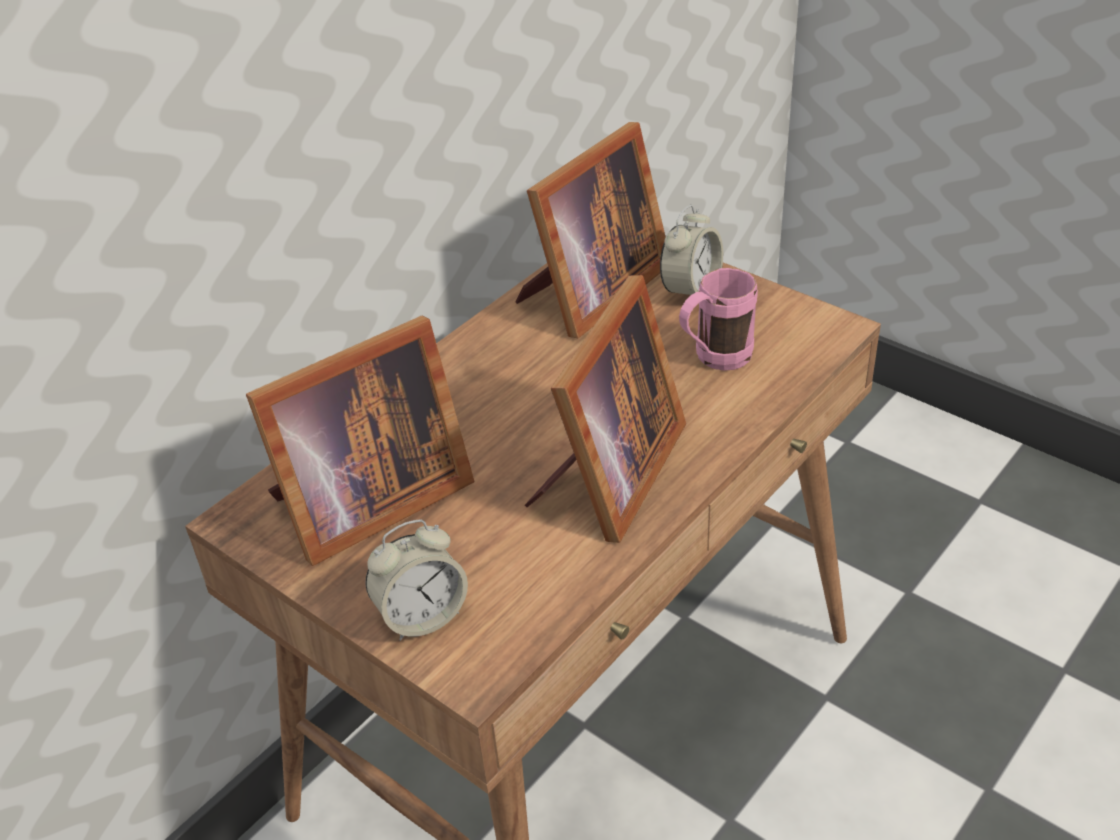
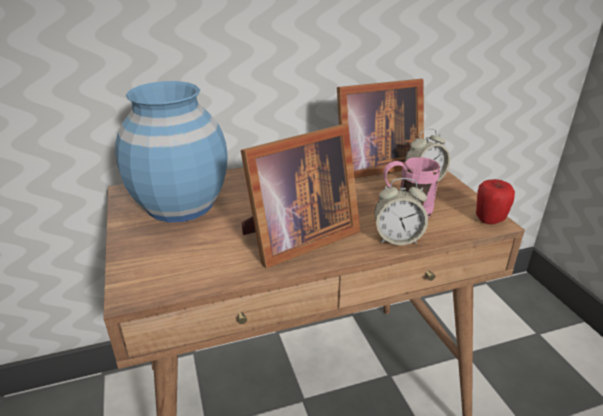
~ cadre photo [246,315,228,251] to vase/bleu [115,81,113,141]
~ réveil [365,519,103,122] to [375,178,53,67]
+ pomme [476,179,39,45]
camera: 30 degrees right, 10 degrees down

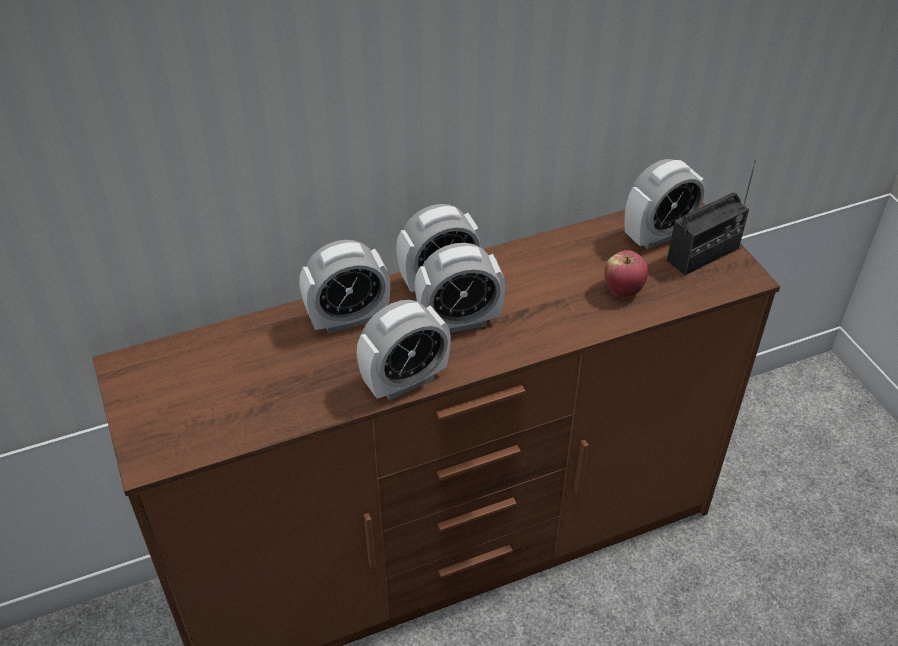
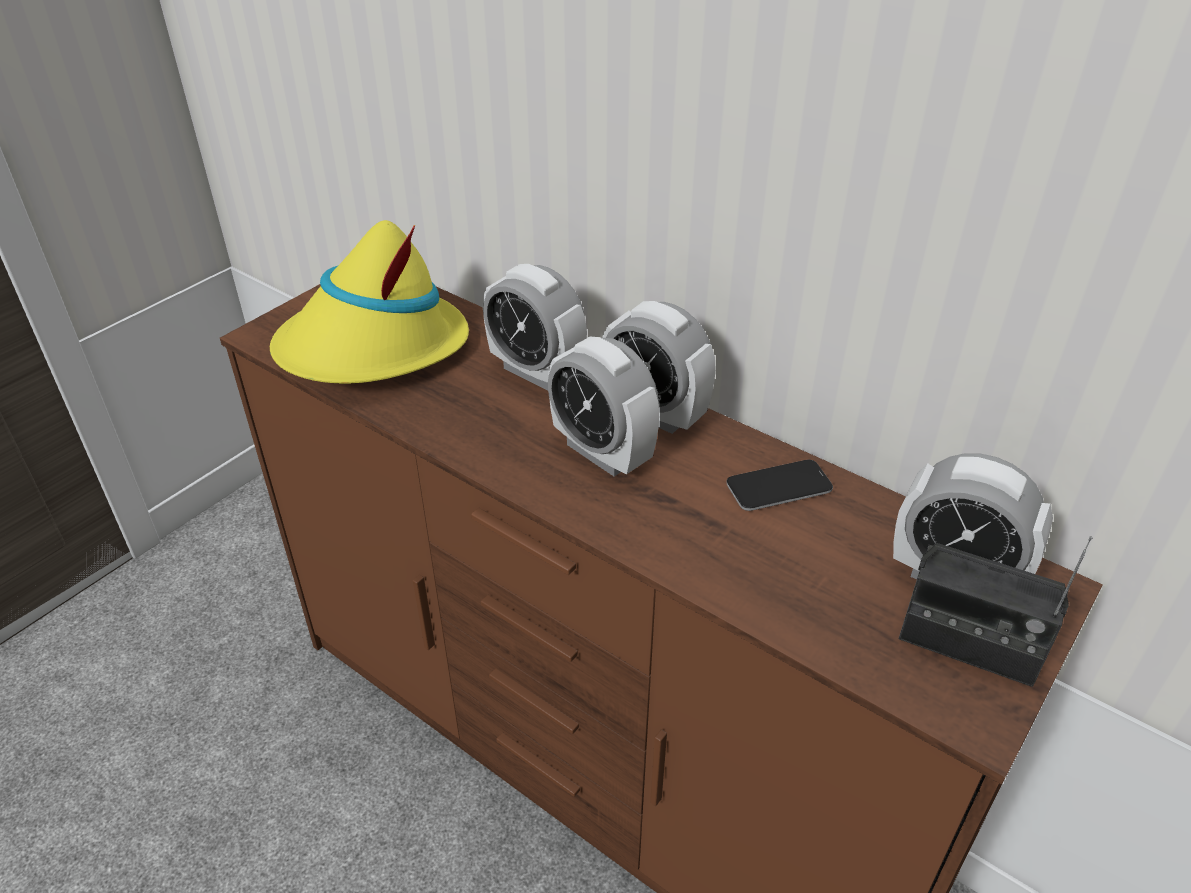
- pomme [604,250,44,48]
- réveil [357,300,94,100]
+ chapeau/jaune [270,220,199,163]
+ téléphone [726,460,107,51]
camera: 60 degrees right, 5 degrees down

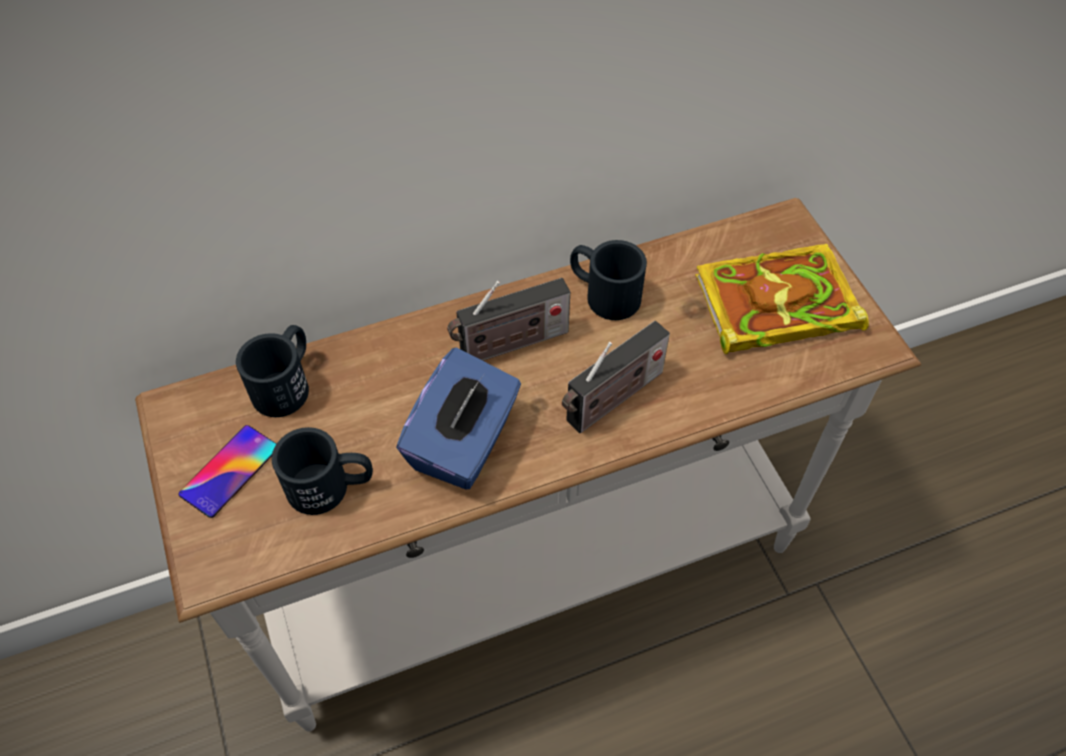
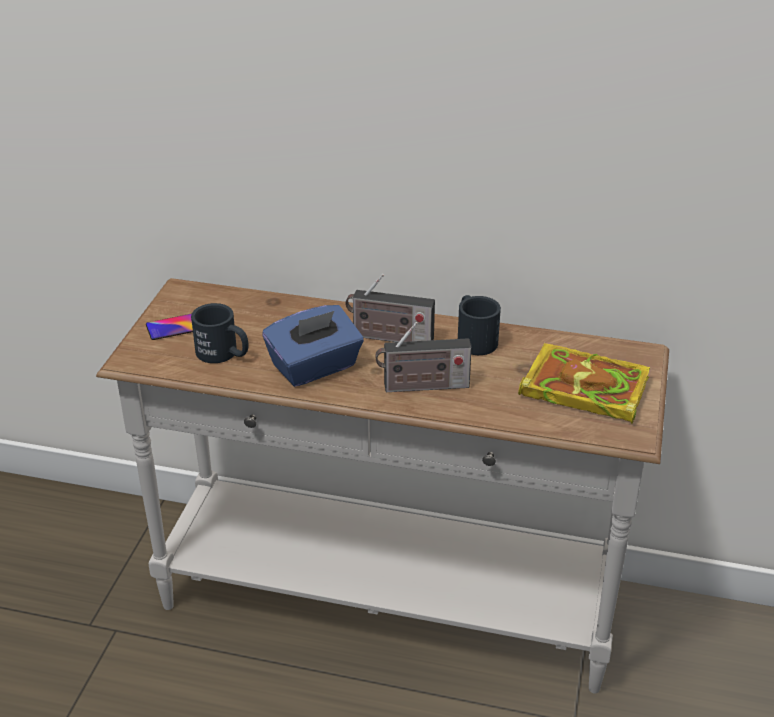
- mug/noir [236,325,73,92]
camera: 35 degrees right, 20 degrees down

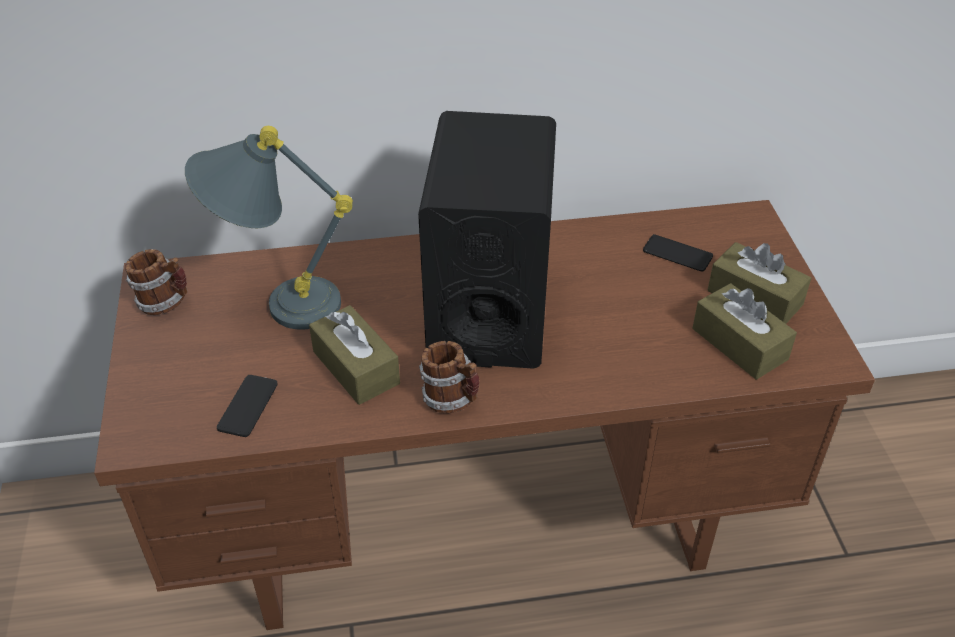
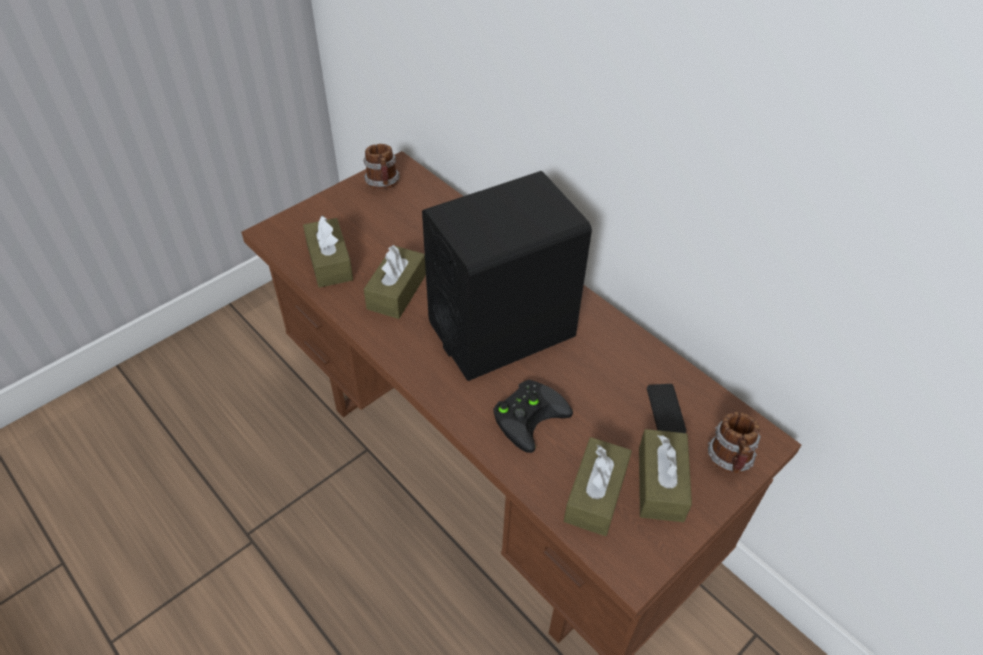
- lampe de table/gris [185,126,168,204]
~ mug [419,341,60,72] to [708,412,53,61]
~ téléphone [217,375,61,62] to boîte à mouchoirs/marron [303,216,50,72]
+ manette/noir [493,380,80,73]
camera: 55 degrees right, 5 degrees up

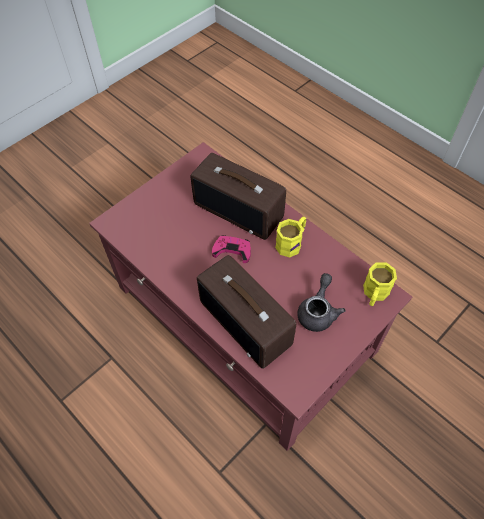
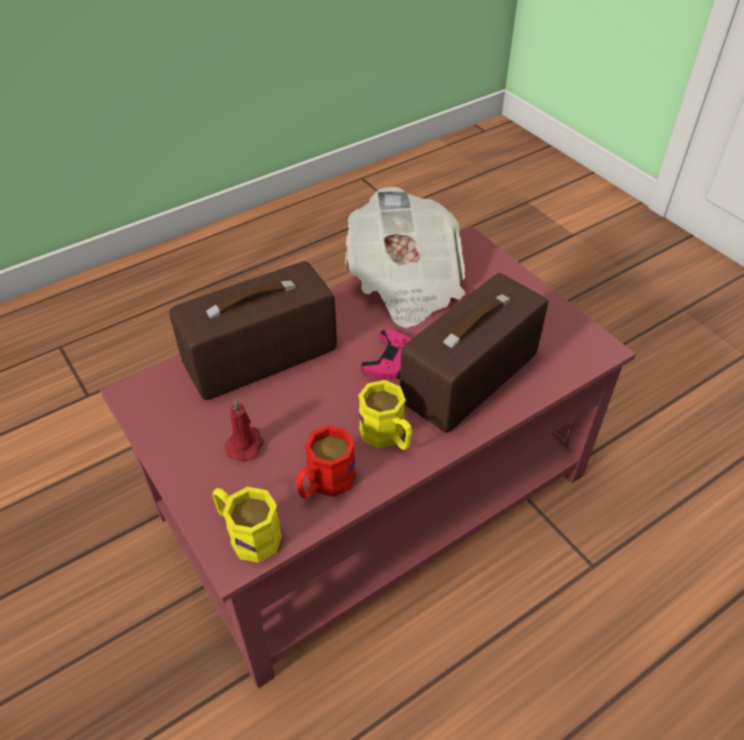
~ théière/gris [297,273,49,59] to bougie/rouge [224,400,40,62]
+ journal [344,187,121,141]
+ mug/rouge [296,425,60,74]
camera: 100 degrees right, 10 degrees down

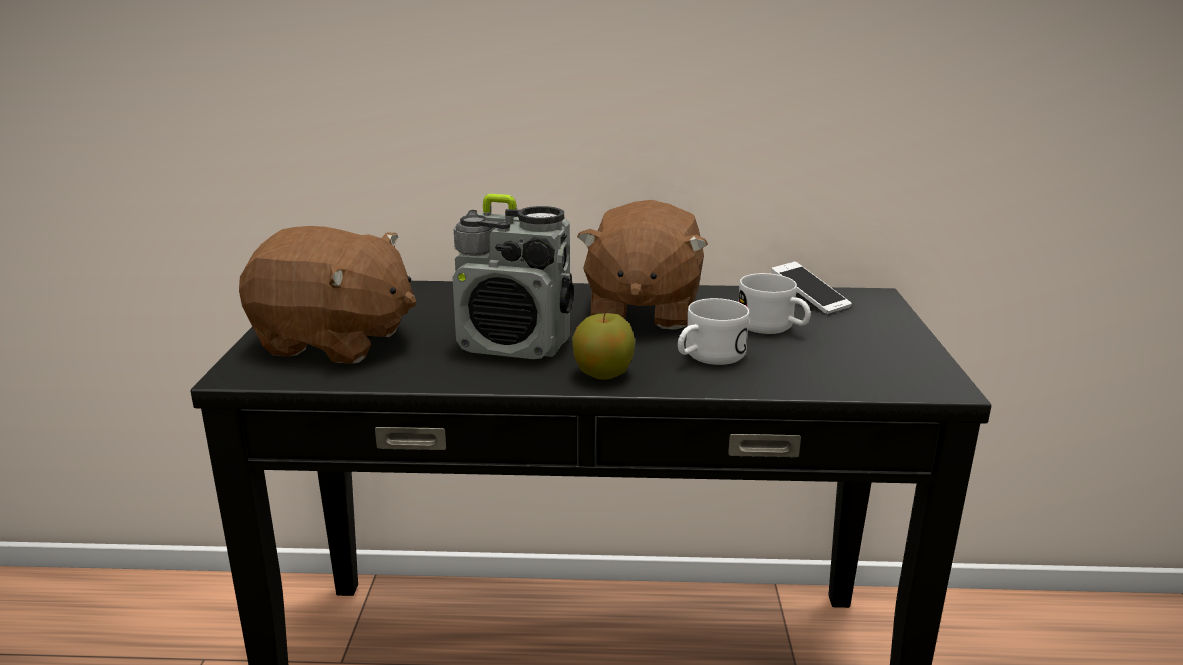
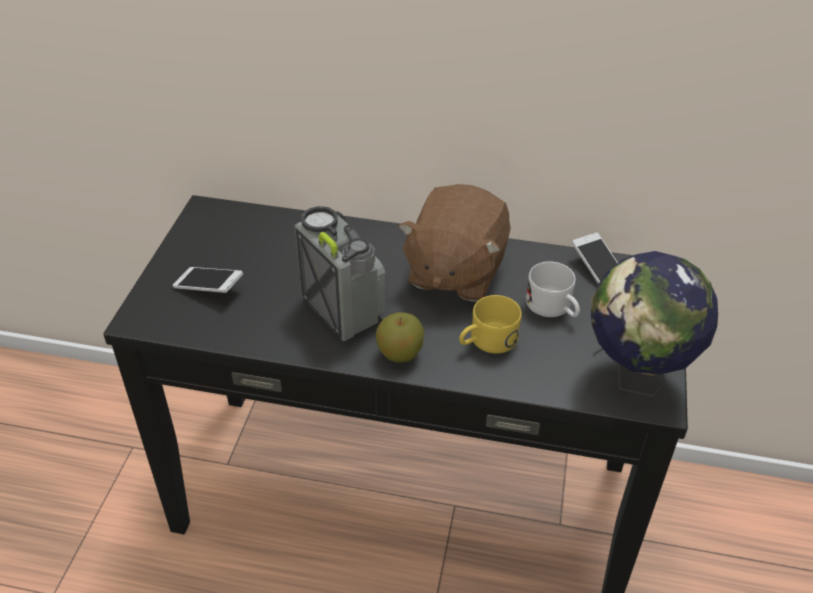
~ radio [452,194,122,165] = [295,206,91,135] 150 degrees counterclockwise
~ peluche/marron [239,226,177,138] to téléphone [173,267,70,26]
~ mug/blanc [678,298,71,67] to mug/jaune [459,295,63,59]
+ globe [591,251,127,146]
camera: 10 degrees right, 20 degrees up

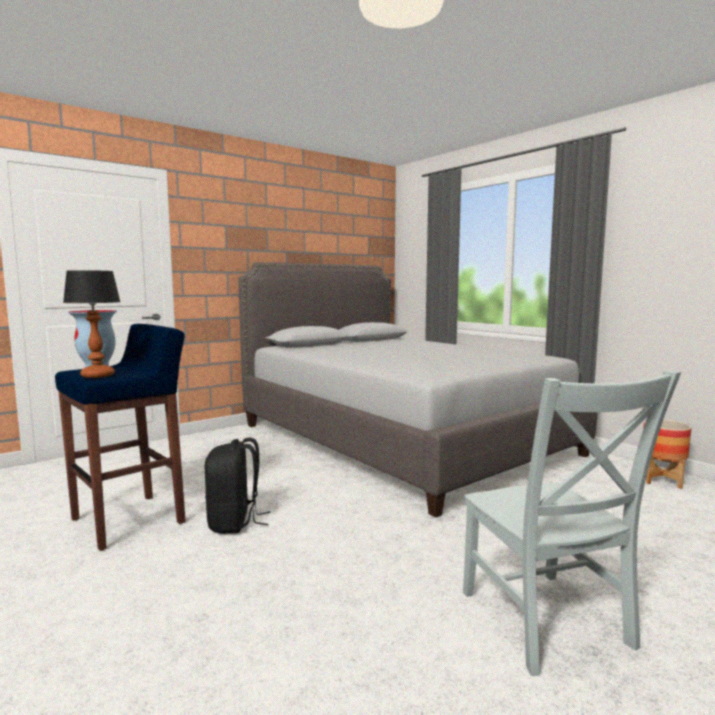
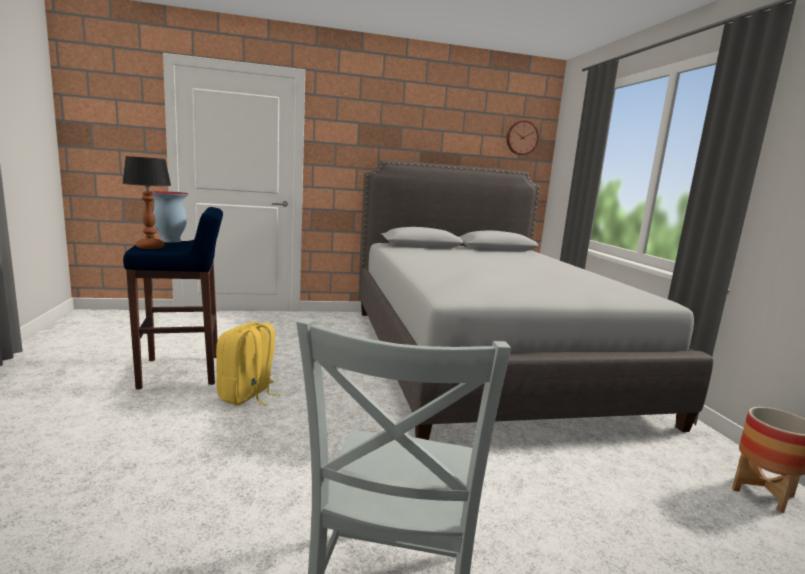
~ sac à dos/noir [205,437,66,97] to sac à dos/jaune [216,322,66,84]
+ horloge murale [506,120,33,35]
camera: 25 degrees right, 5 degrees up

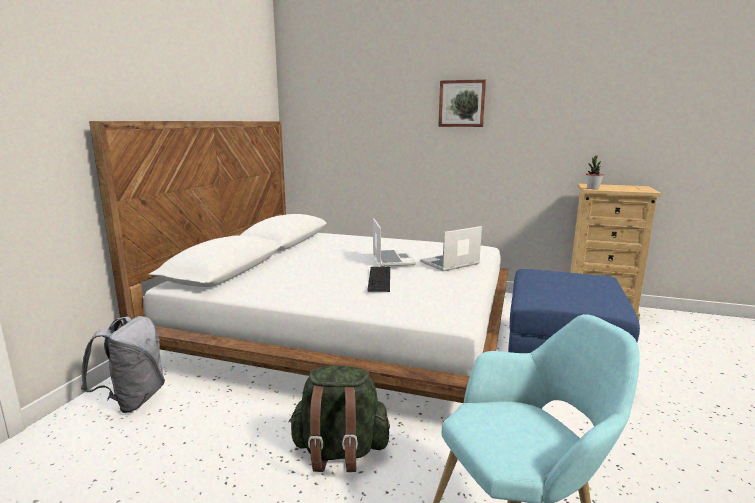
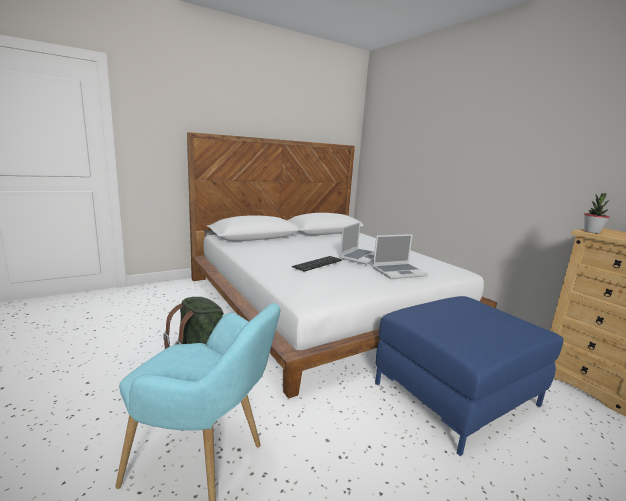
- tableau [438,79,48,48]
~ ordinateur portable [420,226,62,45] = [373,234,55,45] 150 degrees clockwise
- sac à dos/gris [81,316,84,97]
camera: 40 degrees right, 0 degrees up

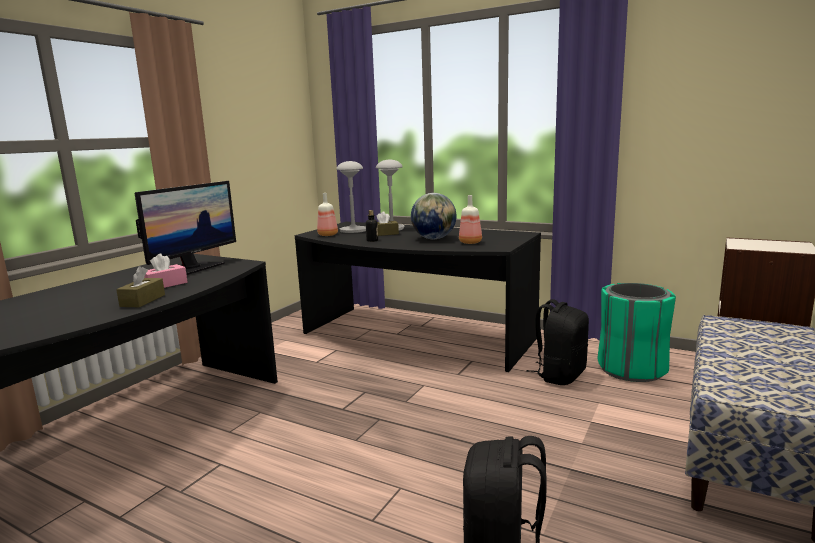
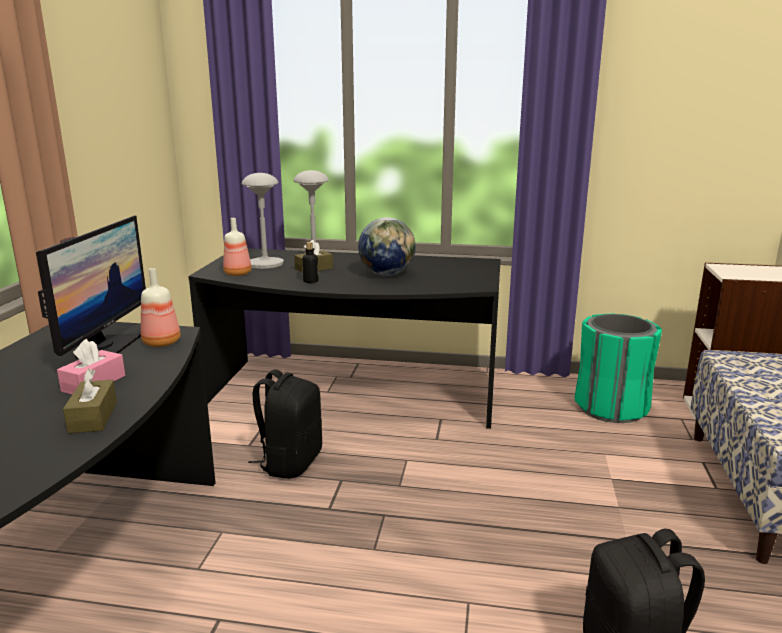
~ bouteille [459,195,23,49] to [141,268,40,79]
~ sac à dos/noir [526,299,63,86] to [248,370,74,109]
camera: 20 degrees left, 5 degrees up

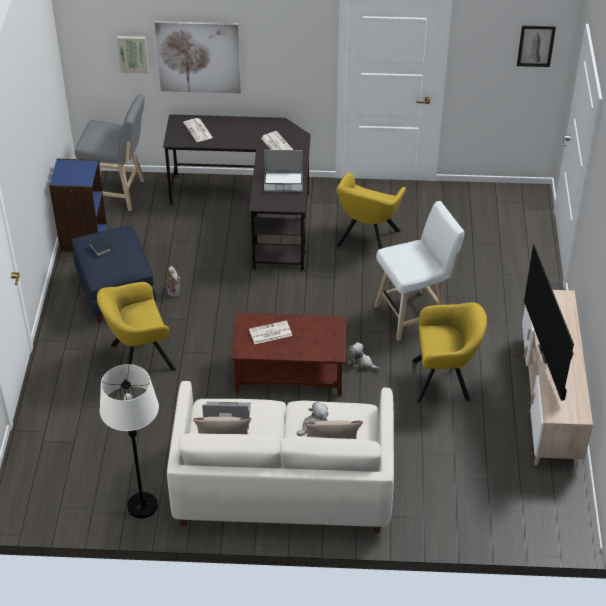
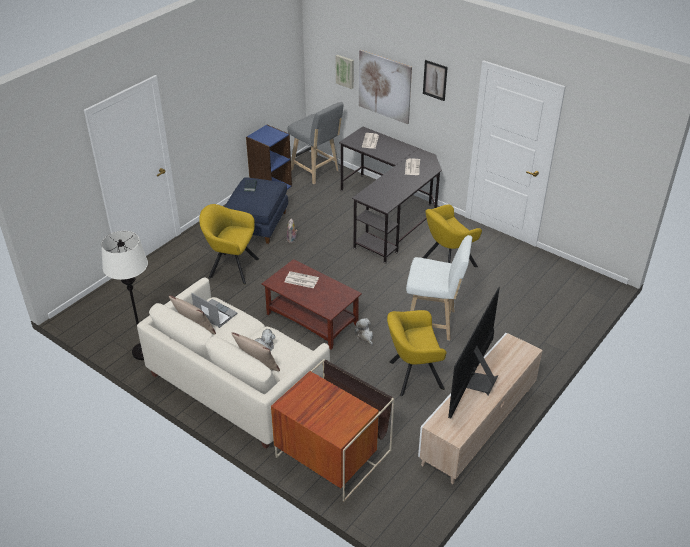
~ tableau [517,25,39,42] to [423,60,25,41]
- ordinateur portable [264,150,39,42]
~ fauteuil/jaune [412,302,75,101] = [387,310,59,86] 135 degrees clockwise
+ table d'appoint [271,359,123,143]
camera: 35 degrees right, 5 degrees down

